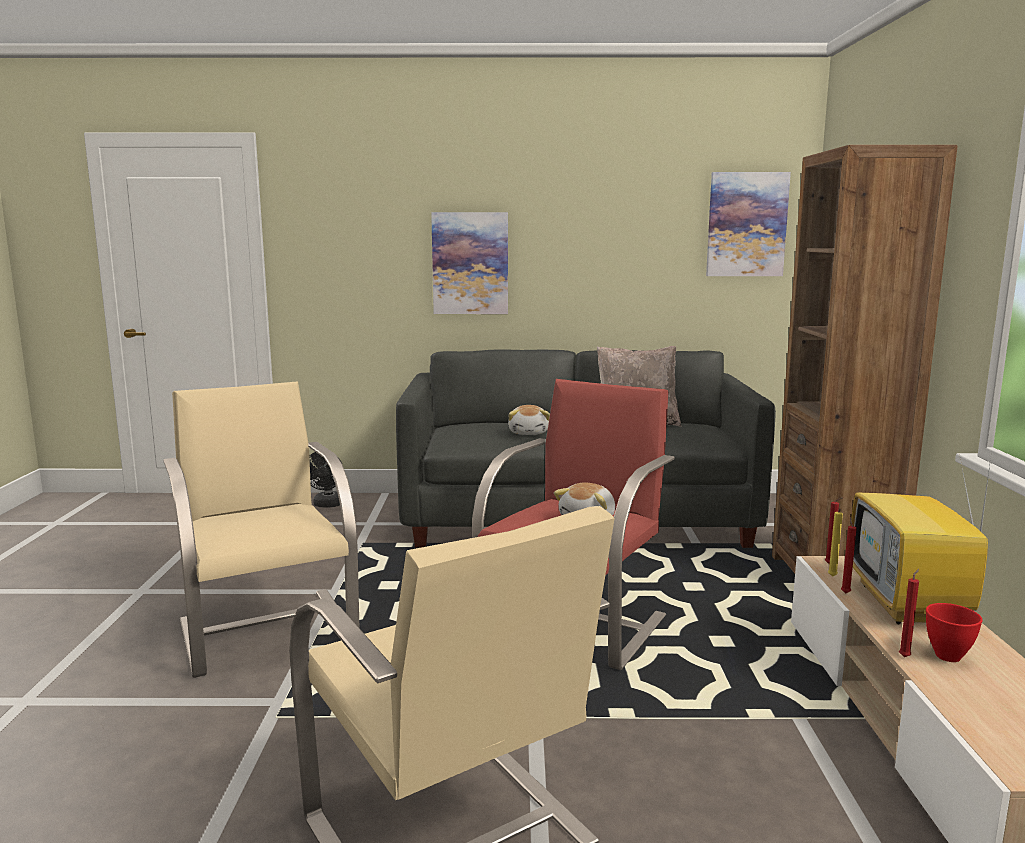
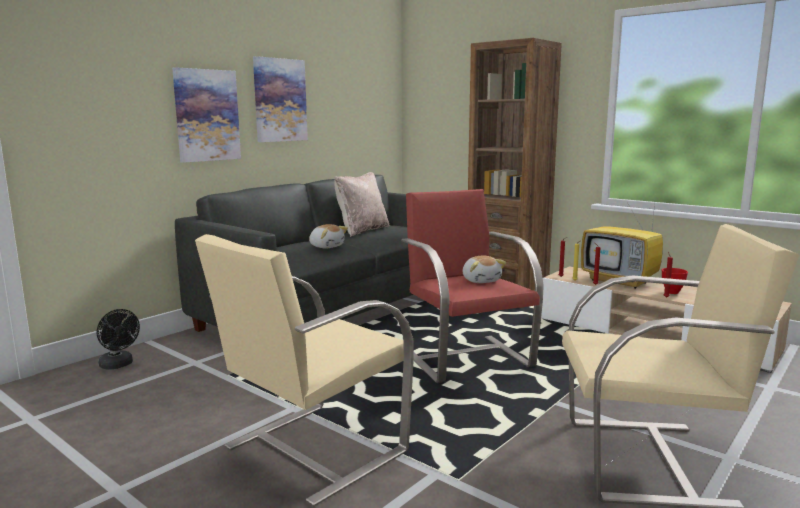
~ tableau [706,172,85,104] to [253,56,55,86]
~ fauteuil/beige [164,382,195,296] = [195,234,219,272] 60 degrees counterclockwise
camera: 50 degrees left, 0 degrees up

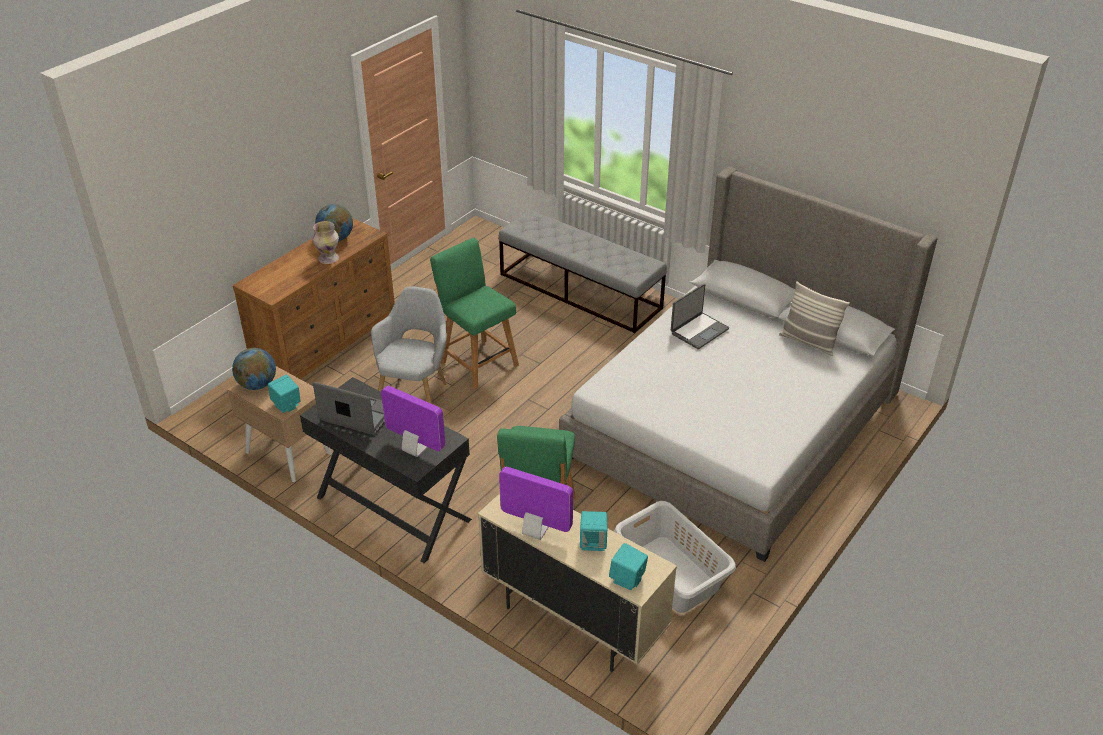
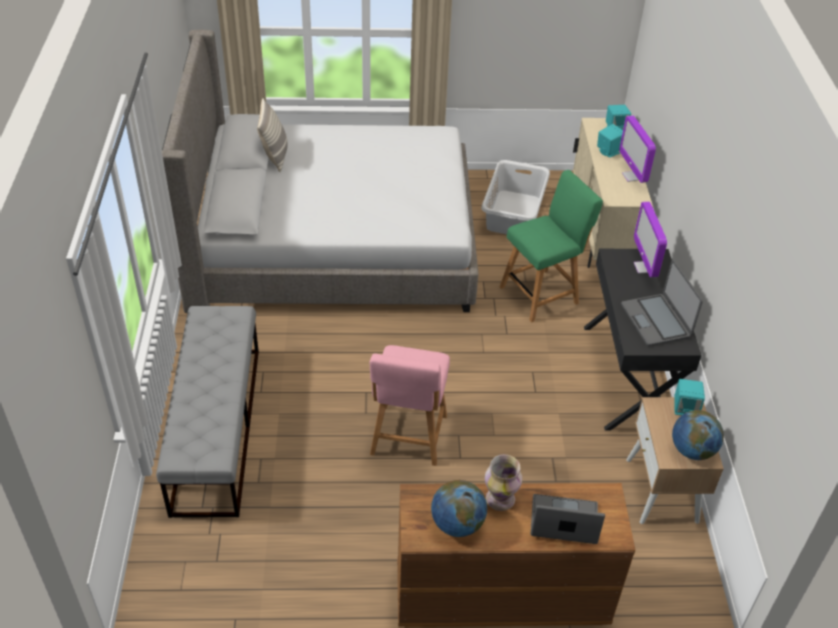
~ chaise/vert [430,238,89,151] to chaise/rose [370,345,80,121]
~ ordinateur portable [671,284,58,65] to [531,494,74,50]
- fauteuil/gris [371,286,76,118]
camera: 130 degrees left, 5 degrees up

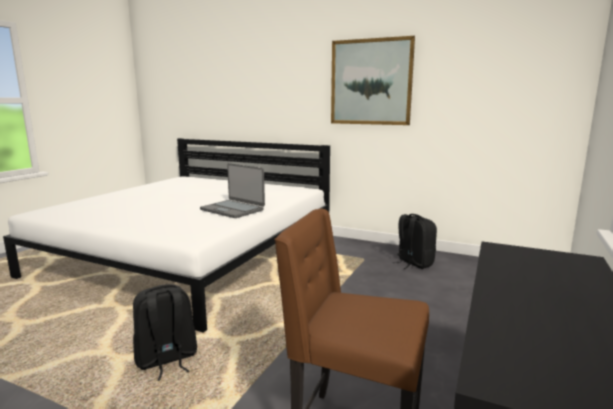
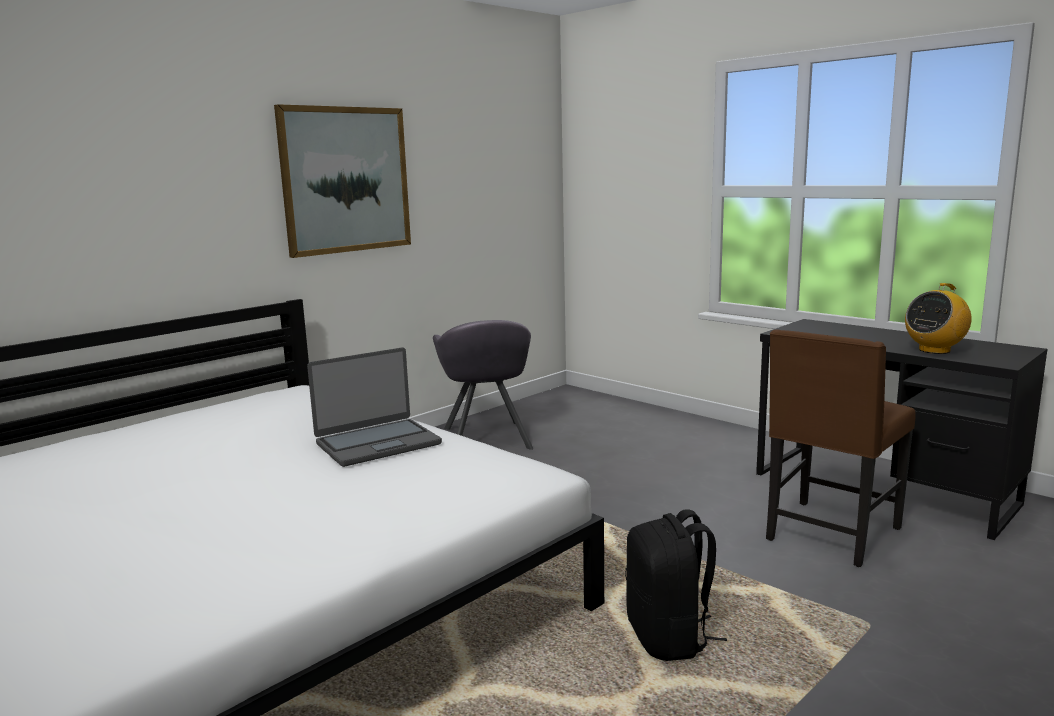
~ sac à dos/noir [392,214,45,55] to fauteuil/gris [433,320,100,130]
+ radio [905,283,67,71]
camera: 70 degrees left, 0 degrees up

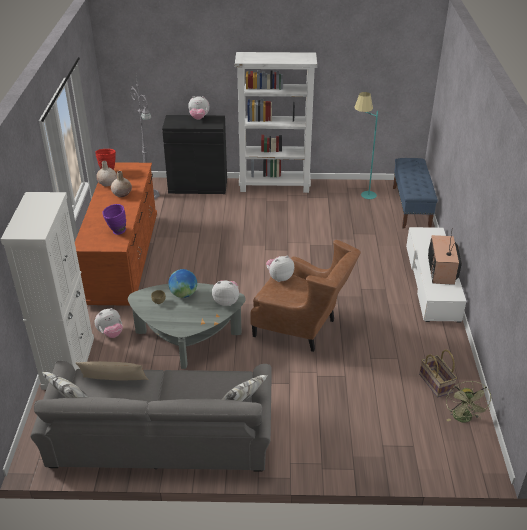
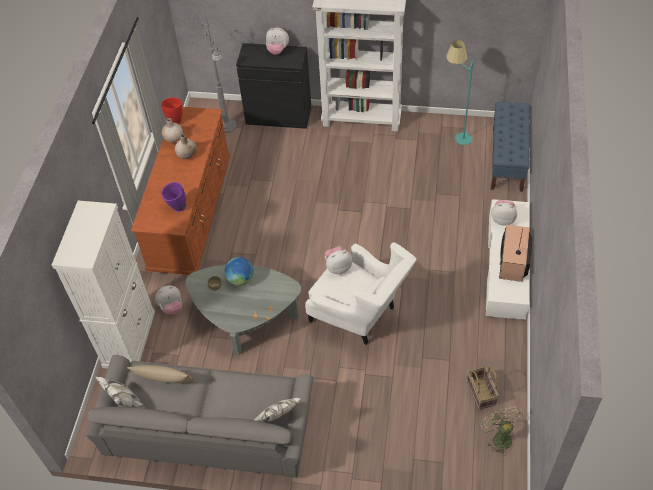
~ fauteuil/marron [250,240,111,112] to fauteuil/blanc [305,242,112,103]
~ peluche [212,280,27,26] to [491,200,26,26]
~ ventilateur/vert [446,381,46,42] = [480,406,43,50] 150 degrees clockwise
camera: 10 degrees right, 15 degrees up

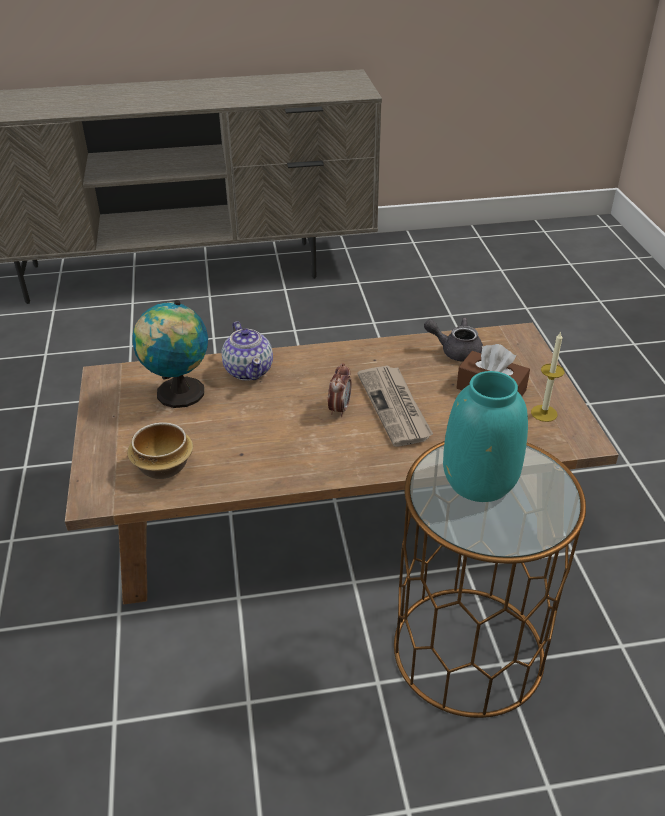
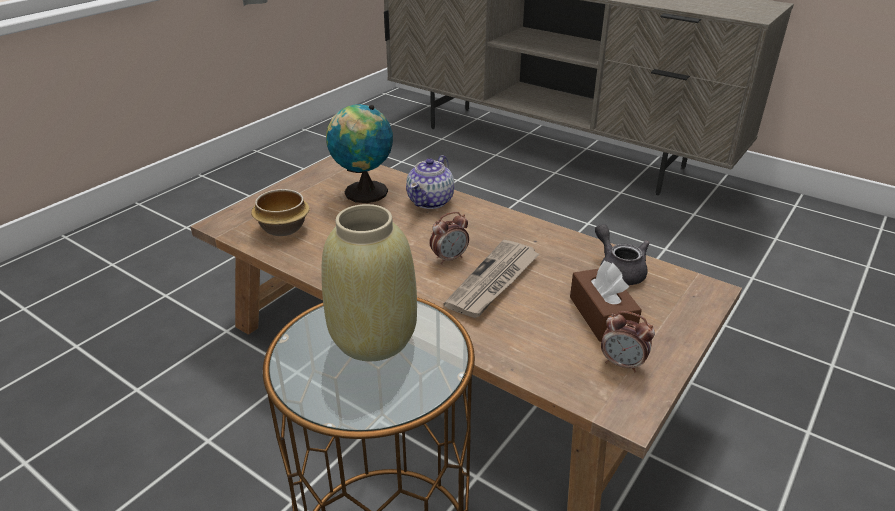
~ bougie [531,331,34,91] to réveil [601,311,54,61]
~ vase/turquoise [443,371,85,131] to vase/beige [321,204,96,157]
camera: 45 degrees right, 5 degrees down

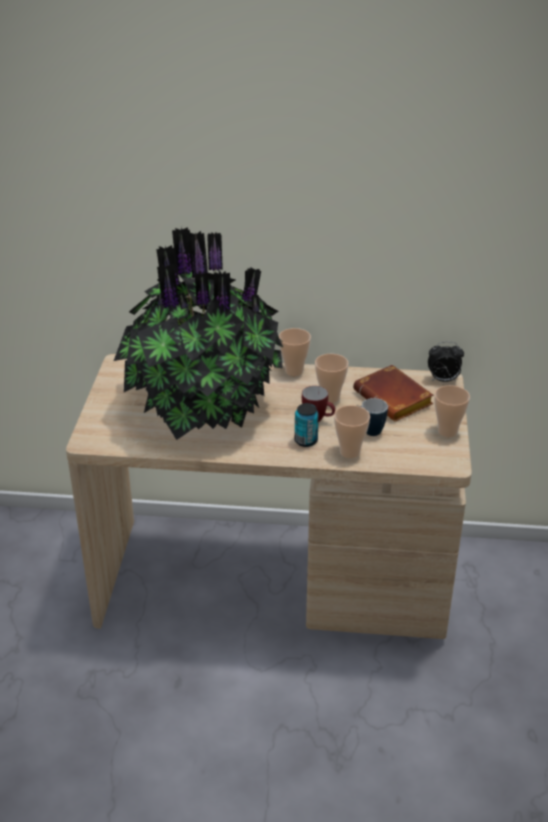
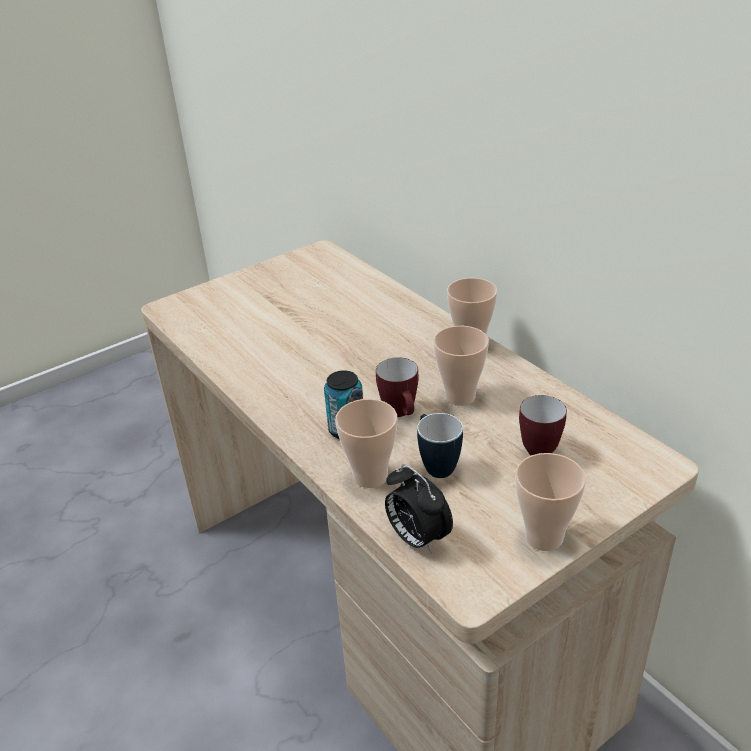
- plante en pot [114,227,170,213]
~ réveil [428,342,36,40] to [385,464,68,90]
~ livre/marron [353,365,81,56] to mug [519,395,48,61]
camera: 50 degrees right, 0 degrees up

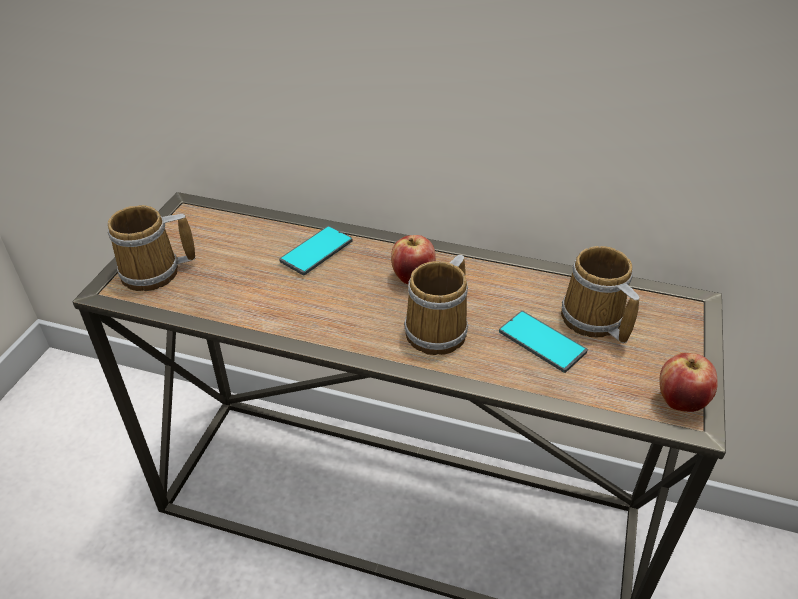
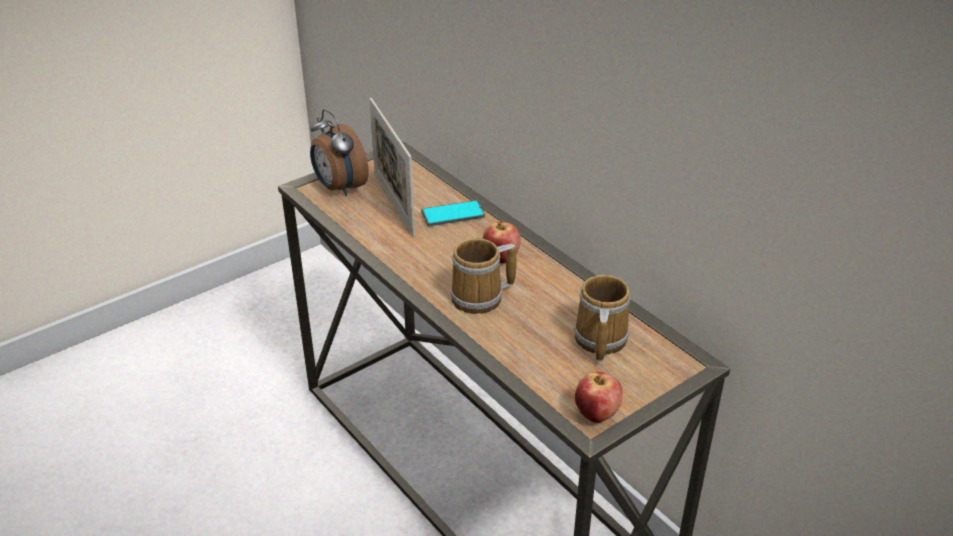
~ mug [108,205,88,86] to réveil [310,109,59,87]
- téléphone [499,311,89,62]
+ cadre photo [369,98,46,138]
camera: 35 degrees right, 5 degrees down

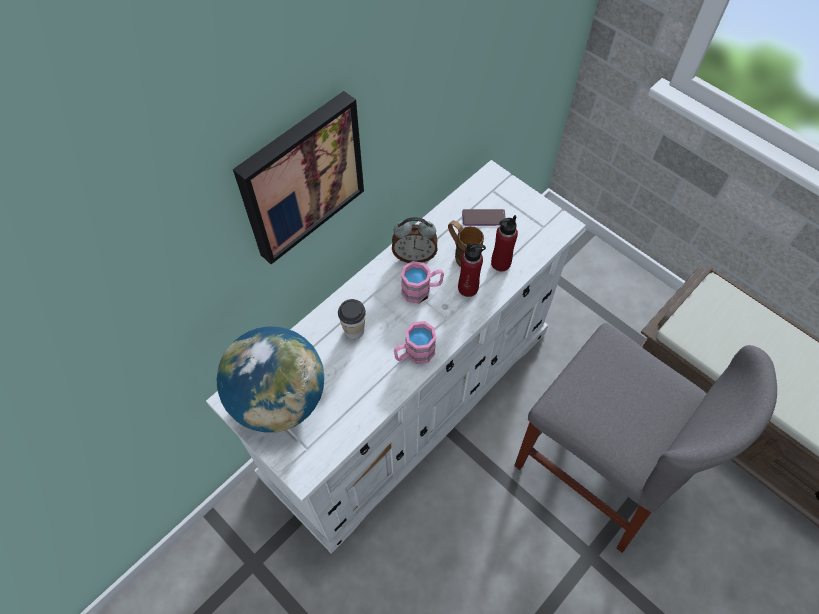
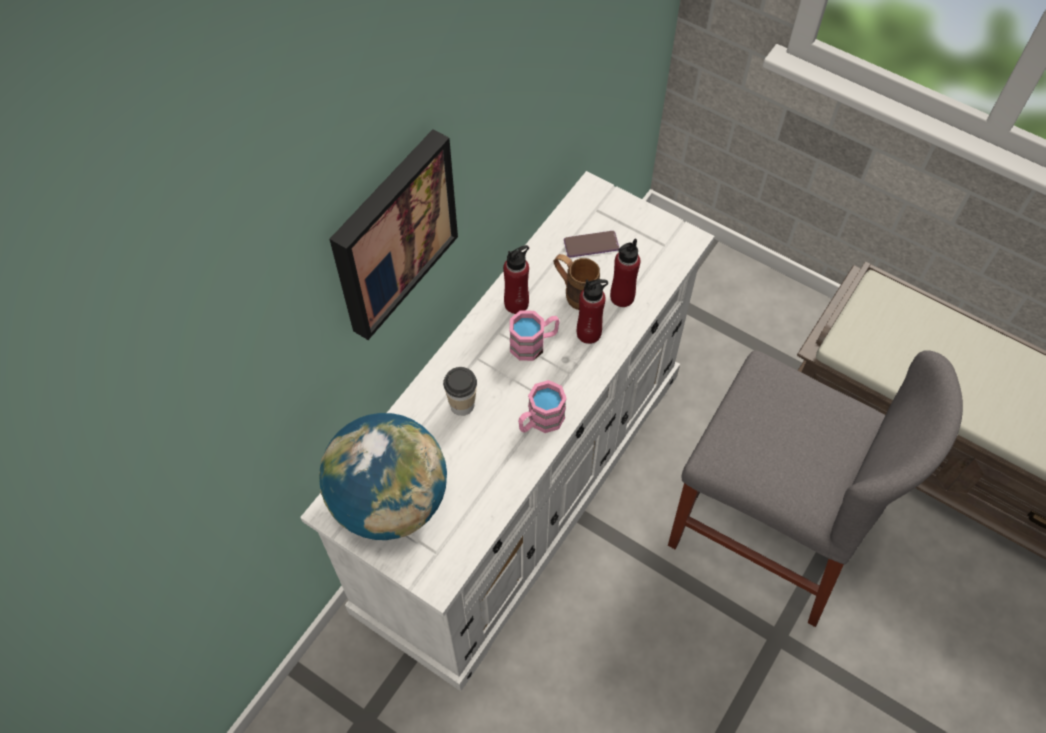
~ réveil [392,217,46,46] to bouteille/rouge [503,245,26,69]
camera: 10 degrees left, 0 degrees up

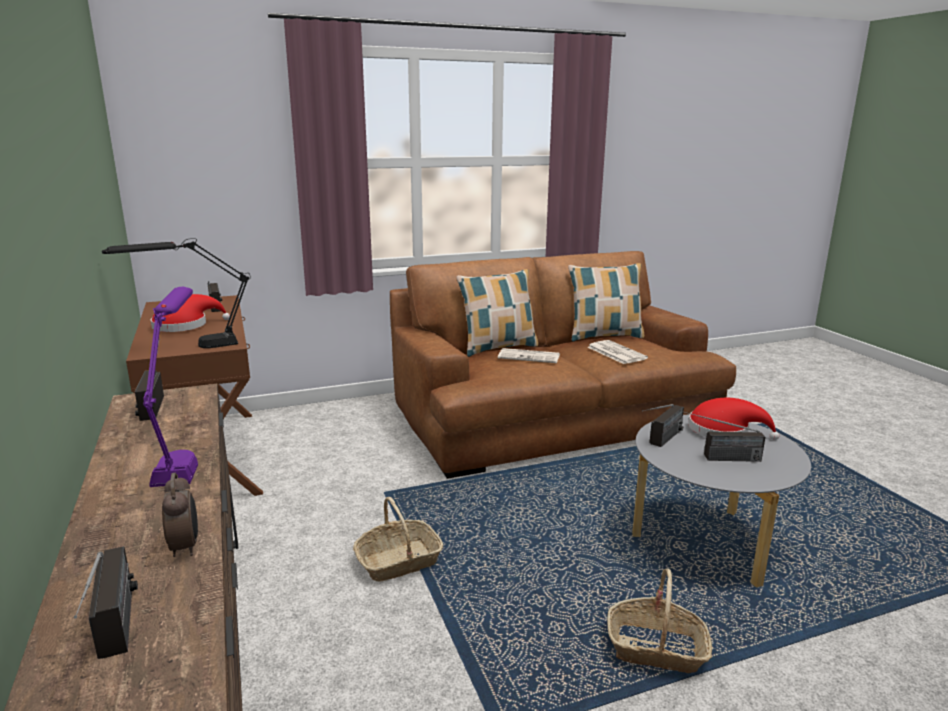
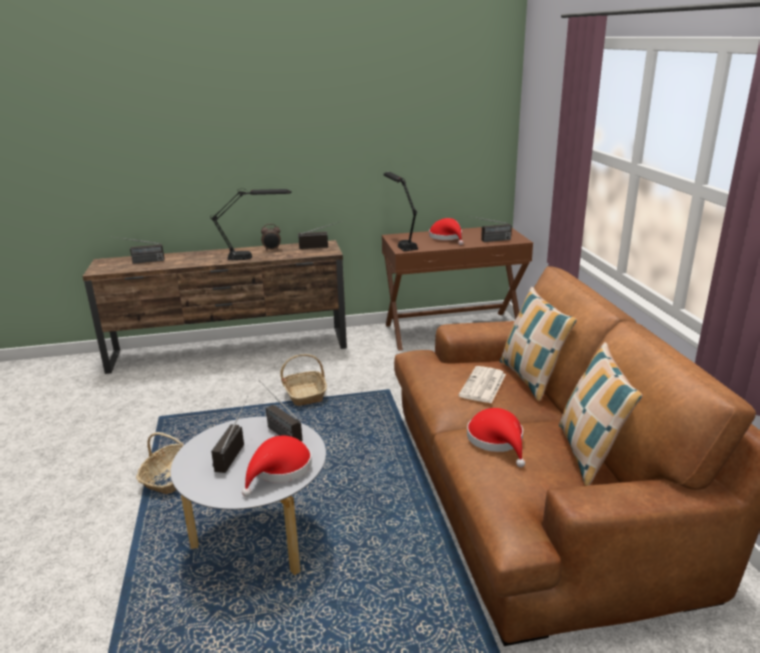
~ lampe de table/violet [143,287,55,200] to lampe de table/noir [210,189,82,71]
~ journal [588,340,60,24] to chapeau/rouge [467,408,58,59]
~ réveil [162,473,36,84] to [261,224,20,27]
camera: 100 degrees right, 5 degrees up

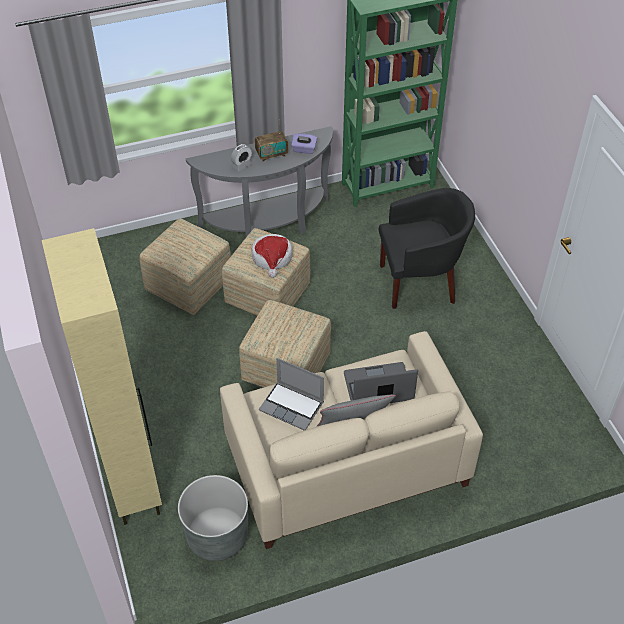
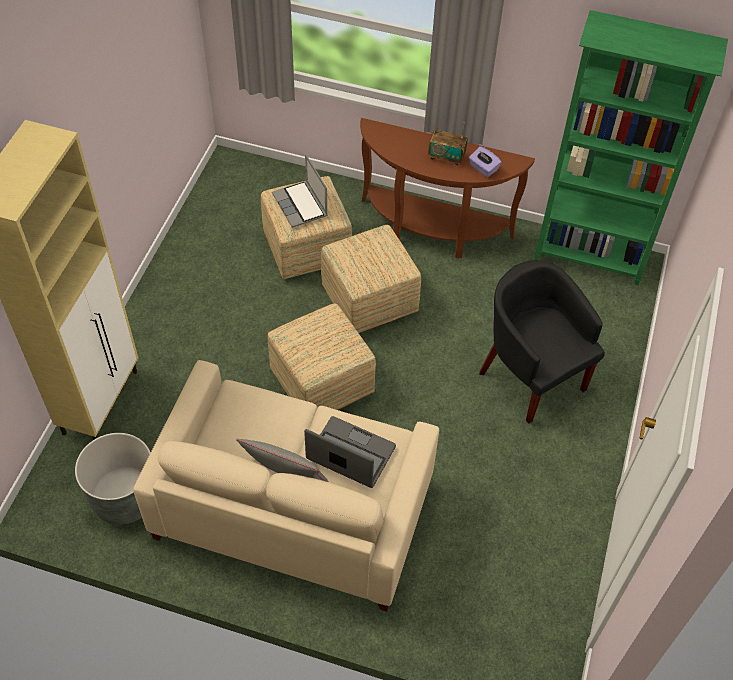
~ table console/gris [186,126,147,111] to table console/marron [360,118,175,140]
- réveil [231,144,21,27]
~ fauteuil/noir [379,188,96,121] = [479,260,126,164] 150 degrees counterclockwise
- chapeau [252,234,41,44]
~ ordinateur portable [259,358,65,72] to [272,154,56,74]
camera: 35 degrees right, 5 degrees up

